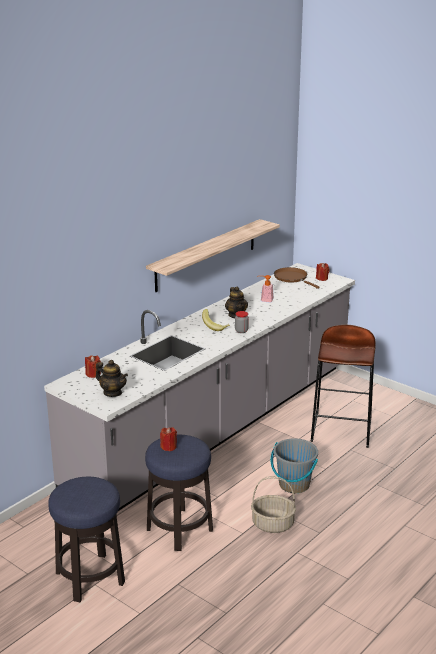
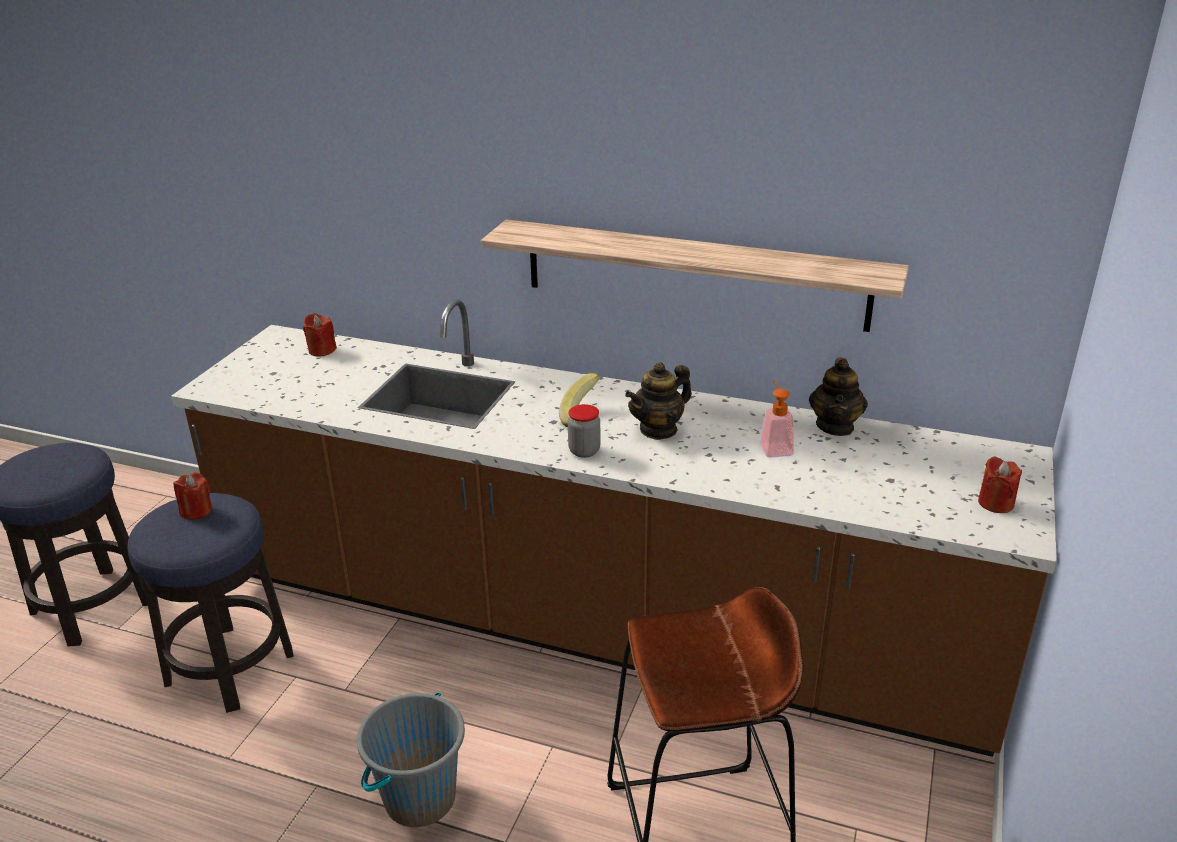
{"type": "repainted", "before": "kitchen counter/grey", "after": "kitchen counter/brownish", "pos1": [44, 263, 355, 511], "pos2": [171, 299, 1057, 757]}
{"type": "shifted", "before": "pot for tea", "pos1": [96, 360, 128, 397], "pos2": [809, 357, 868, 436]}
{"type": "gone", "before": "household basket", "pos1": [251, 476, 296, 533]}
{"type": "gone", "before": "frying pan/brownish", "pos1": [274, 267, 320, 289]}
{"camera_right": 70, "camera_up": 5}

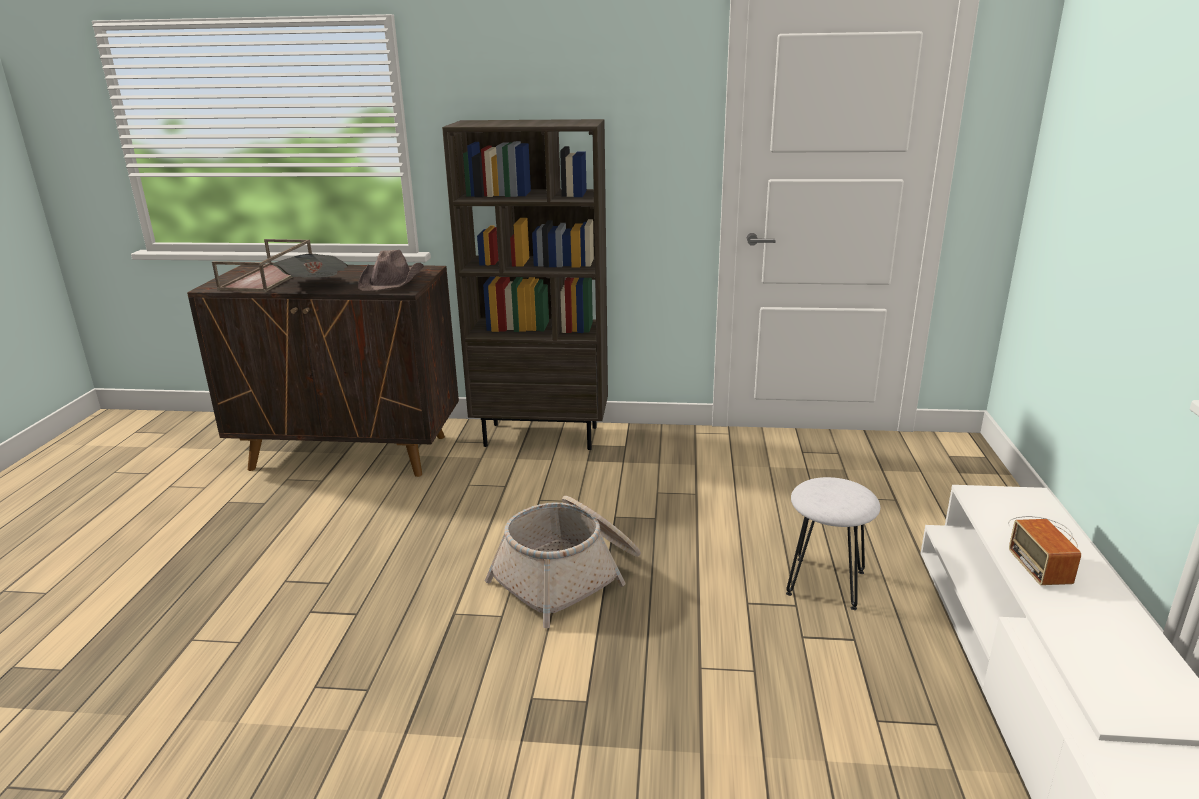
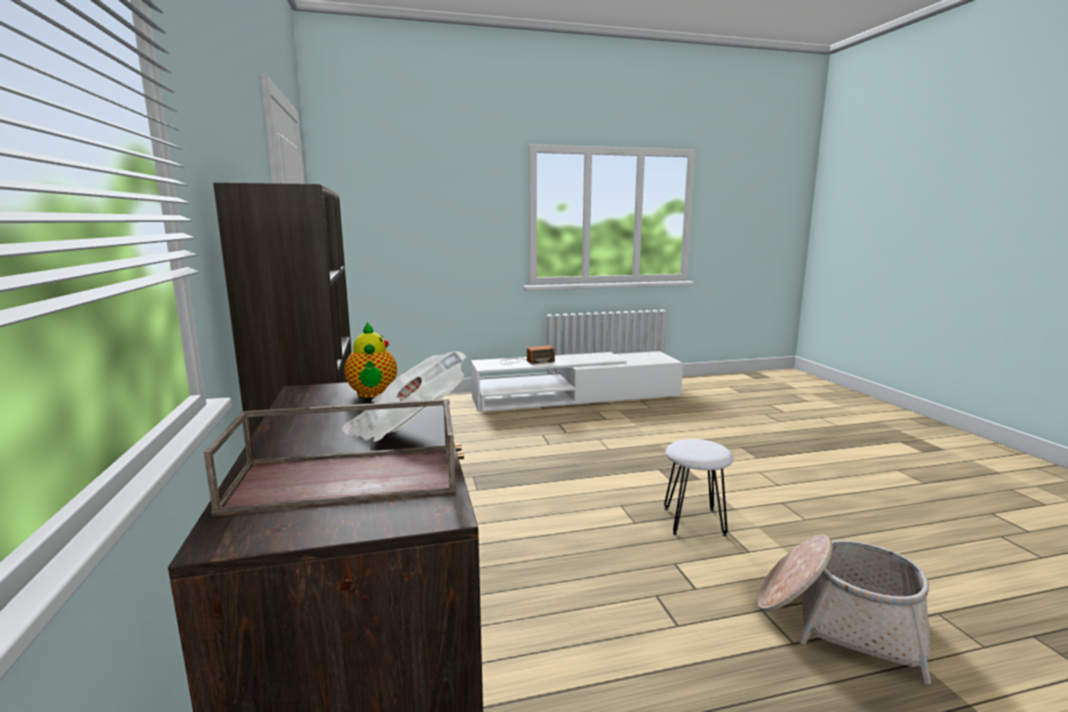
{"type": "swapped", "before": "clothing hat/brownish", "after": "pot for tea", "pos1": [358, 250, 424, 291], "pos2": [344, 322, 397, 398]}
{"type": "shifted", "before": "stool seat/white", "pos1": [786, 477, 880, 610], "pos2": [664, 439, 734, 536]}
{"type": "shifted", "before": "household basket", "pos1": [485, 496, 641, 628], "pos2": [757, 535, 931, 684]}
{"camera_right": -110, "camera_up": -10}

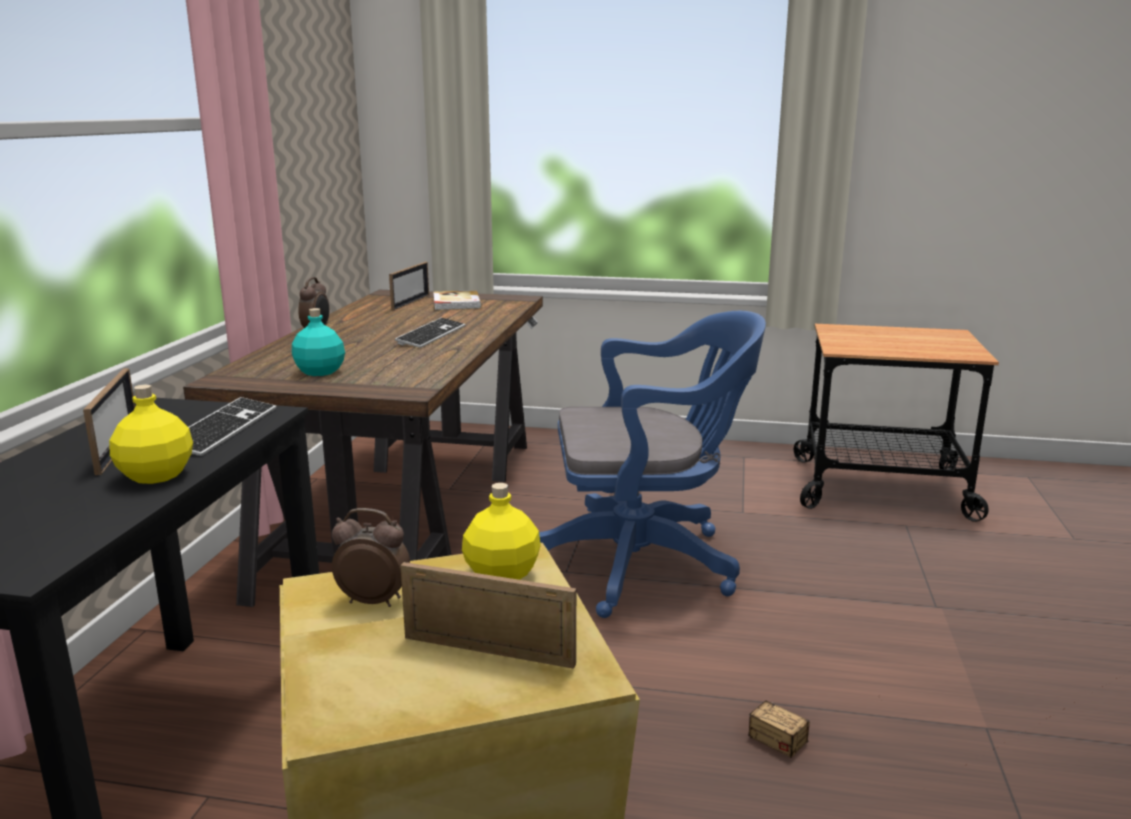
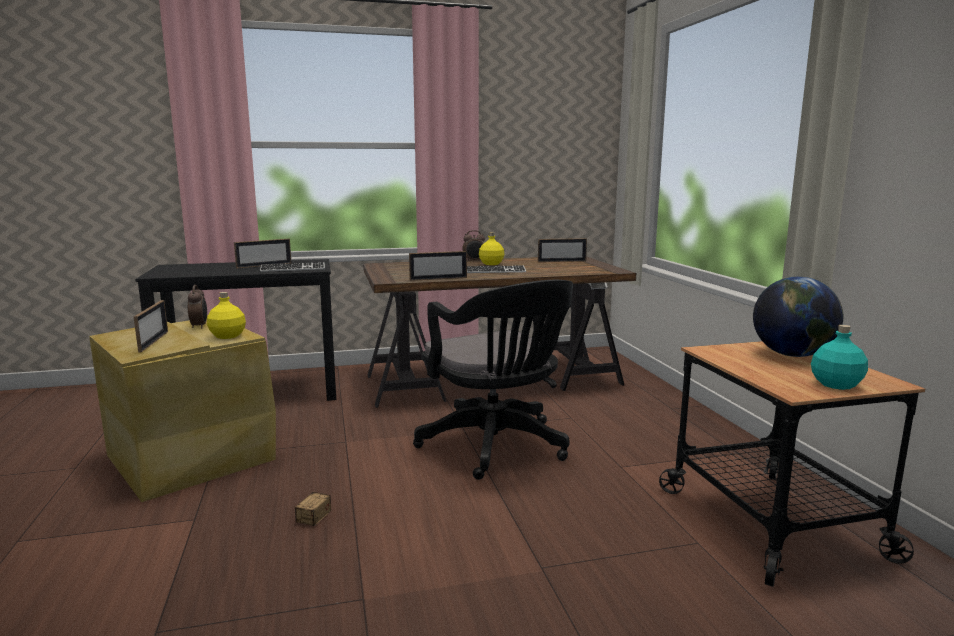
{"type": "new", "after": "photo frame", "pos2": [409, 251, 467, 281]}
{"type": "repainted", "before": "computer chair/blue-coloured", "after": "computer chair/black-coloured", "pos1": [539, 311, 766, 618], "pos2": [413, 280, 573, 480]}
{"type": "shifted", "before": "drink bottle/yellowish", "pos1": [109, 385, 193, 484], "pos2": [479, 232, 504, 265]}
{"type": "new", "after": "desk globe", "pos2": [753, 277, 843, 357]}
{"type": "shifted", "before": "drink bottle/turquoise", "pos1": [292, 308, 345, 376], "pos2": [811, 325, 868, 390]}
{"type": "gone", "before": "bound book", "pos1": [433, 290, 482, 310]}
{"camera_right": 65, "camera_up": -5}

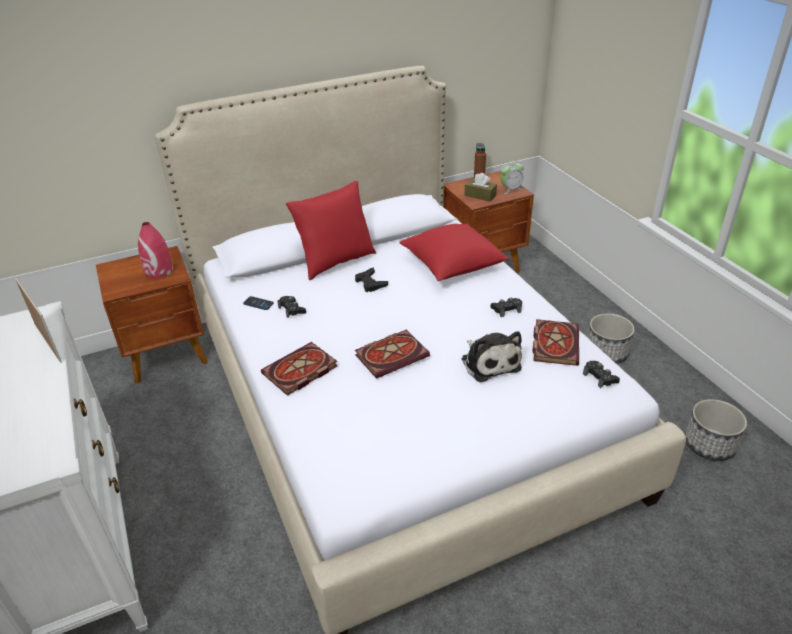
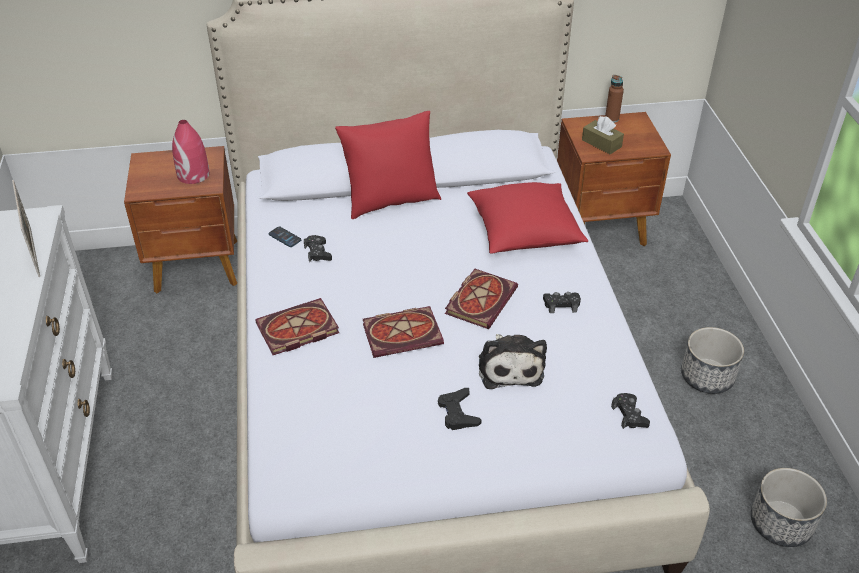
{"type": "shifted", "before": "game controller/black-coloured", "pos1": [355, 267, 388, 292], "pos2": [438, 388, 481, 430]}
{"type": "shifted", "before": "bound book", "pos1": [533, 319, 579, 366], "pos2": [445, 269, 518, 329]}
{"type": "gone", "before": "bedside clock", "pos1": [500, 160, 524, 194]}
{"camera_right": 15, "camera_up": 5}

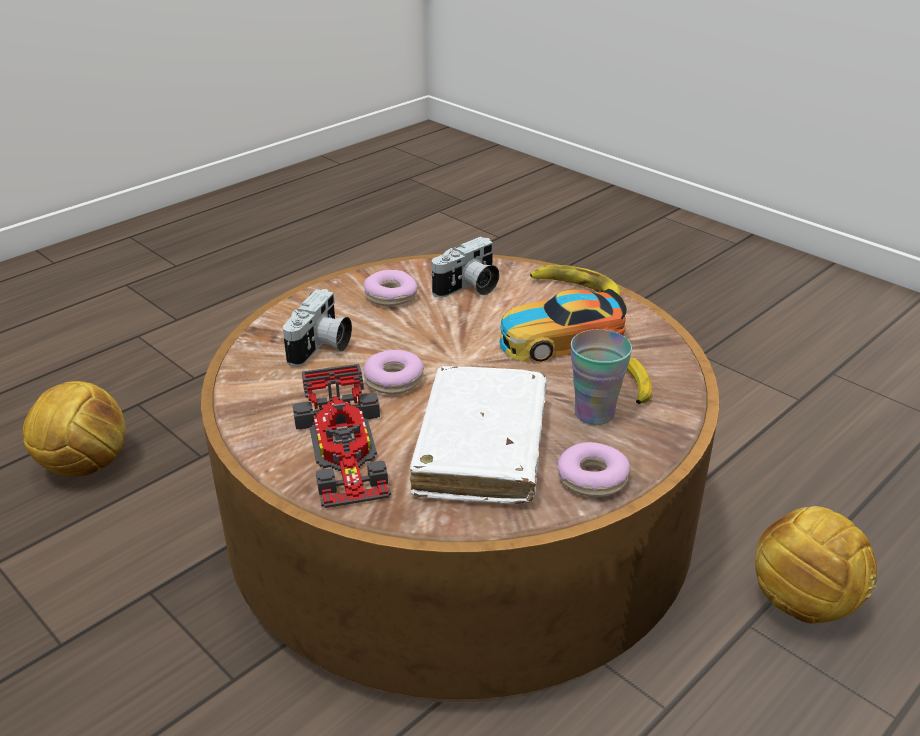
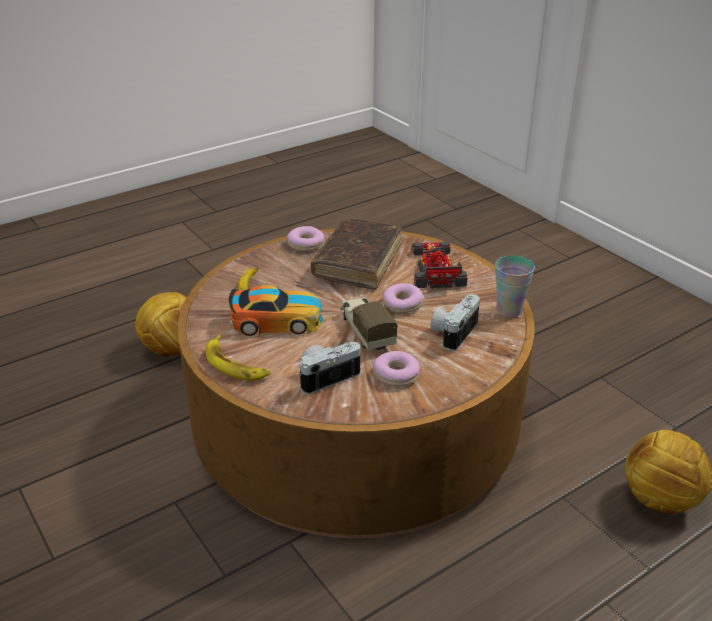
{"type": "repainted", "before": "bound book/white", "after": "bound book/brownish", "pos1": [410, 366, 547, 504], "pos2": [311, 219, 402, 289]}
{"type": "new", "after": "model truck", "pos2": [340, 296, 397, 352]}
{"type": "shifted", "before": "small cup", "pos1": [571, 329, 632, 425], "pos2": [495, 255, 535, 317]}
{"camera_right": -170, "camera_up": 0}

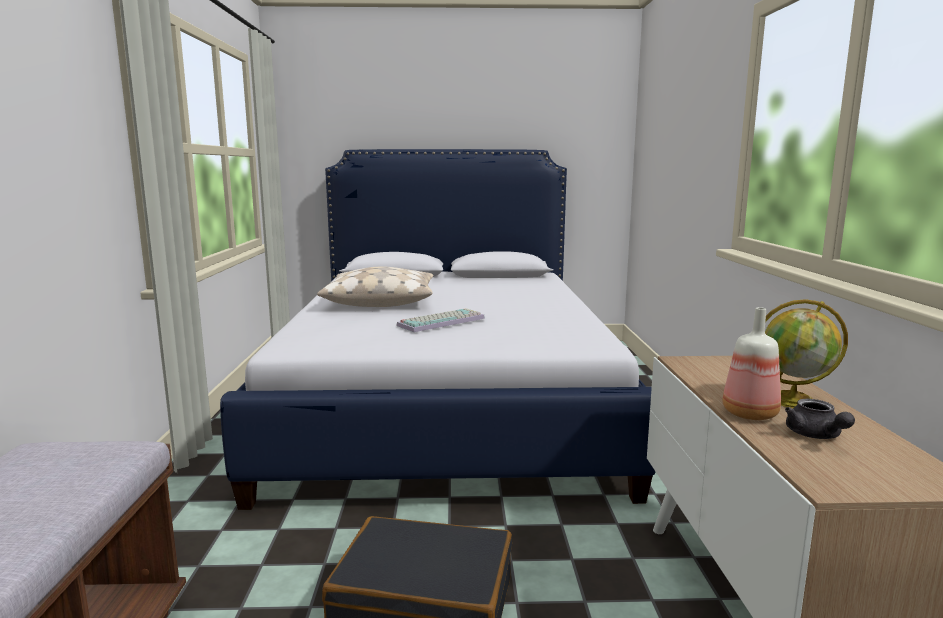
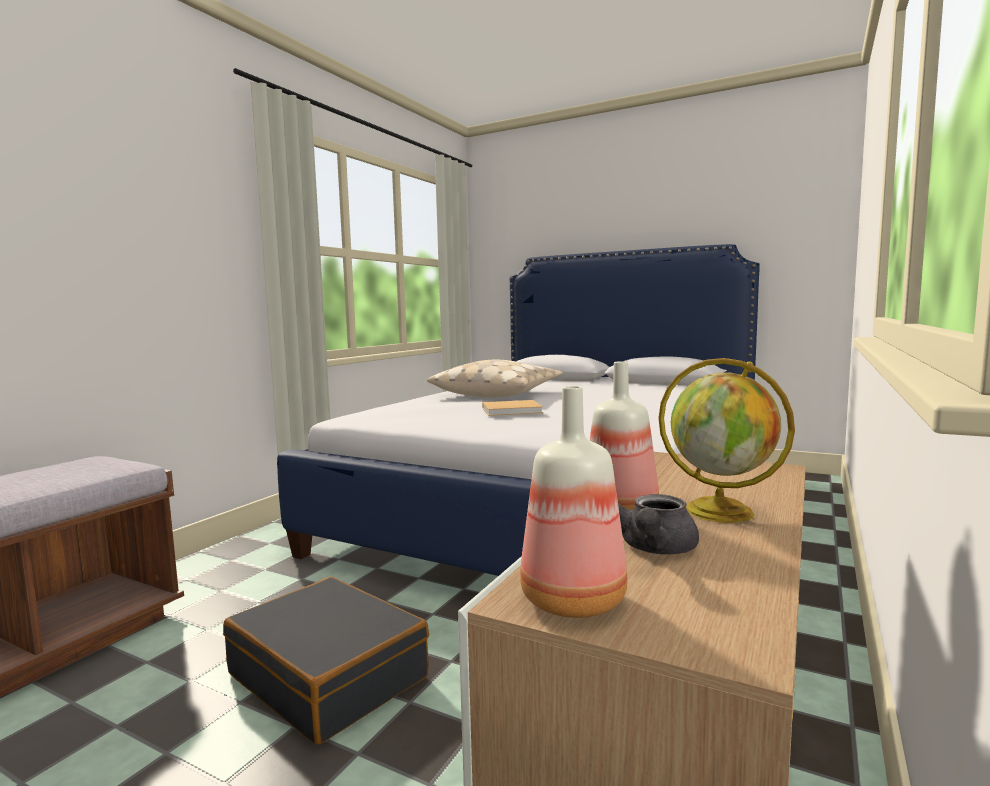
{"type": "swapped", "before": "PC keyboard", "after": "bound book/beige", "pos1": [396, 308, 485, 332], "pos2": [482, 400, 543, 416]}
{"type": "new", "after": "drink bottle", "pos2": [520, 386, 628, 618]}
{"camera_right": 30, "camera_up": -5}

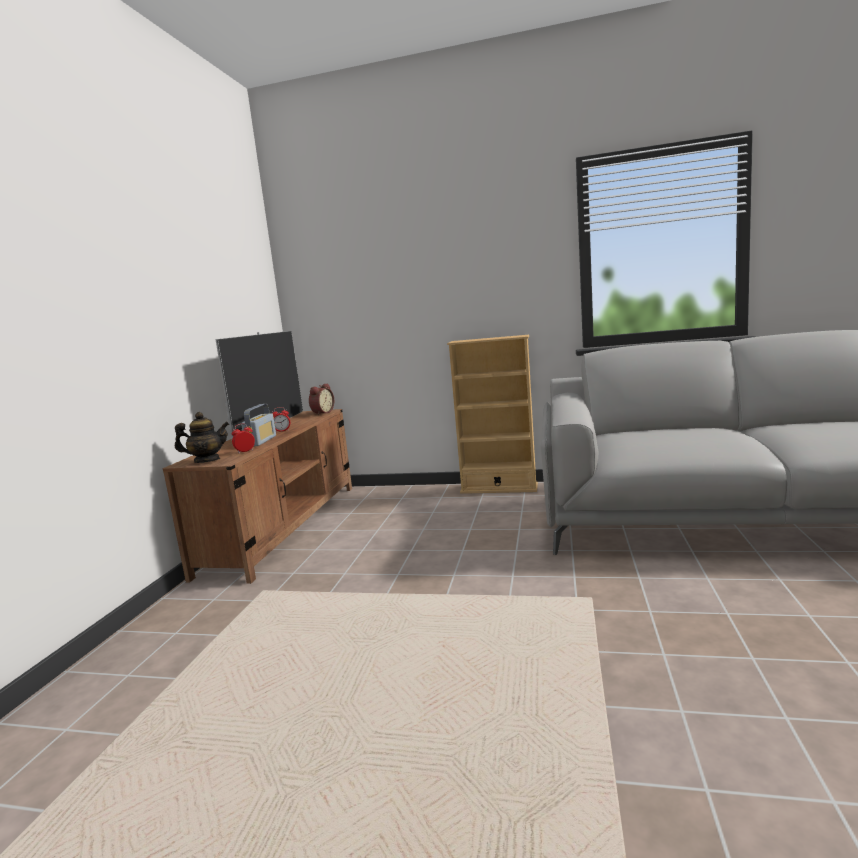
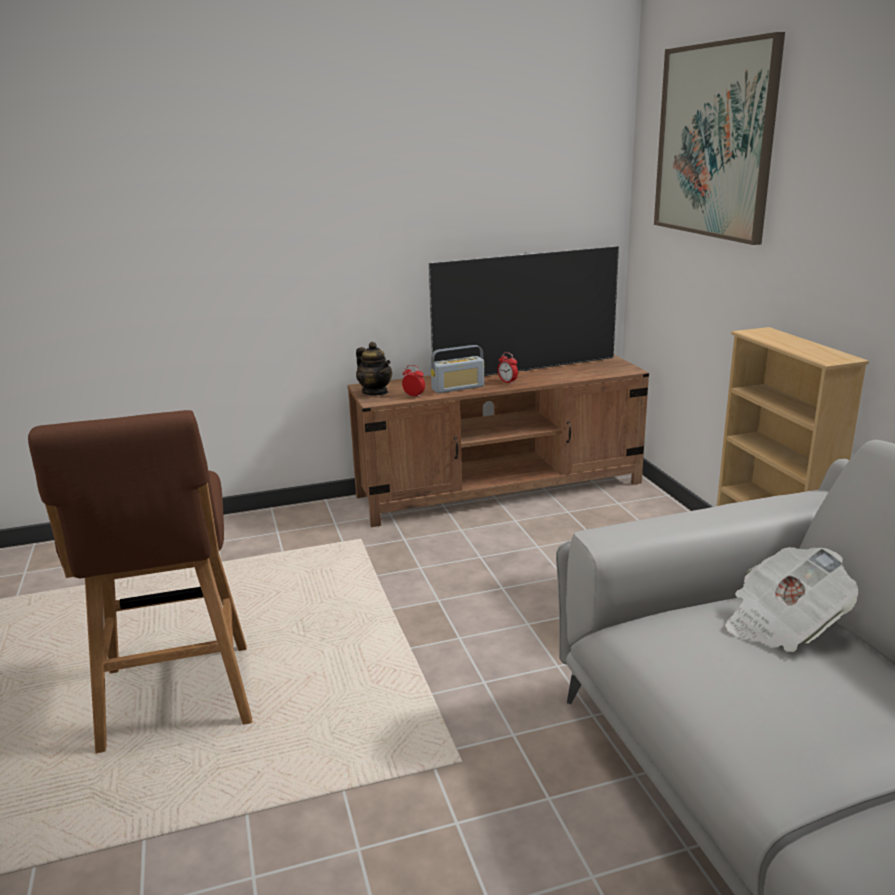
{"type": "new", "after": "stool seat/brownish", "pos2": [28, 410, 252, 753]}
{"type": "new", "after": "wall picture", "pos2": [654, 32, 785, 245]}
{"type": "new", "after": "daily paper", "pos2": [725, 547, 858, 652]}
{"type": "gone", "before": "bedside clock", "pos1": [309, 383, 334, 415]}
{"camera_right": 60, "camera_up": 10}

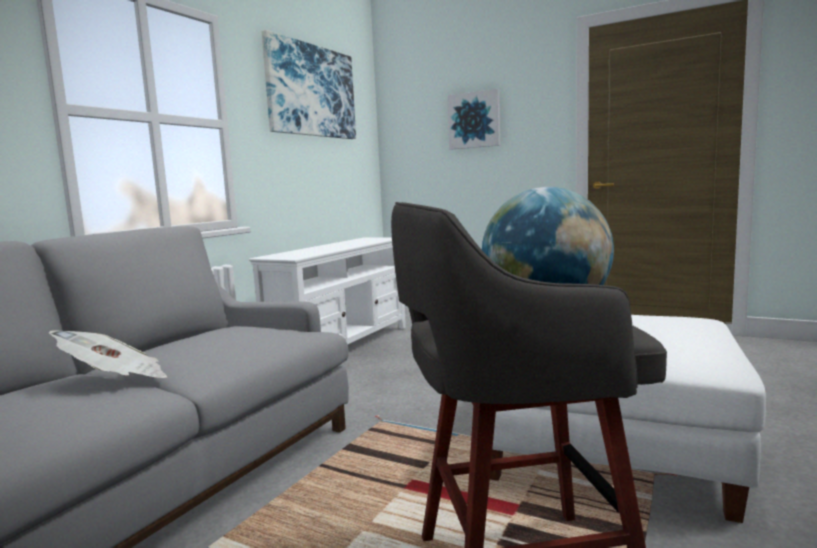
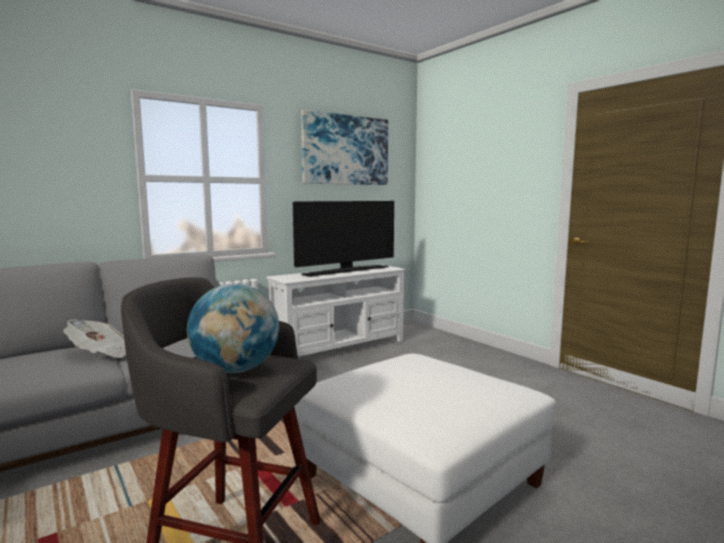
{"type": "new", "after": "TV set", "pos2": [293, 201, 394, 276]}
{"type": "gone", "before": "wall picture", "pos1": [447, 89, 500, 150]}
{"camera_right": 25, "camera_up": 0}

